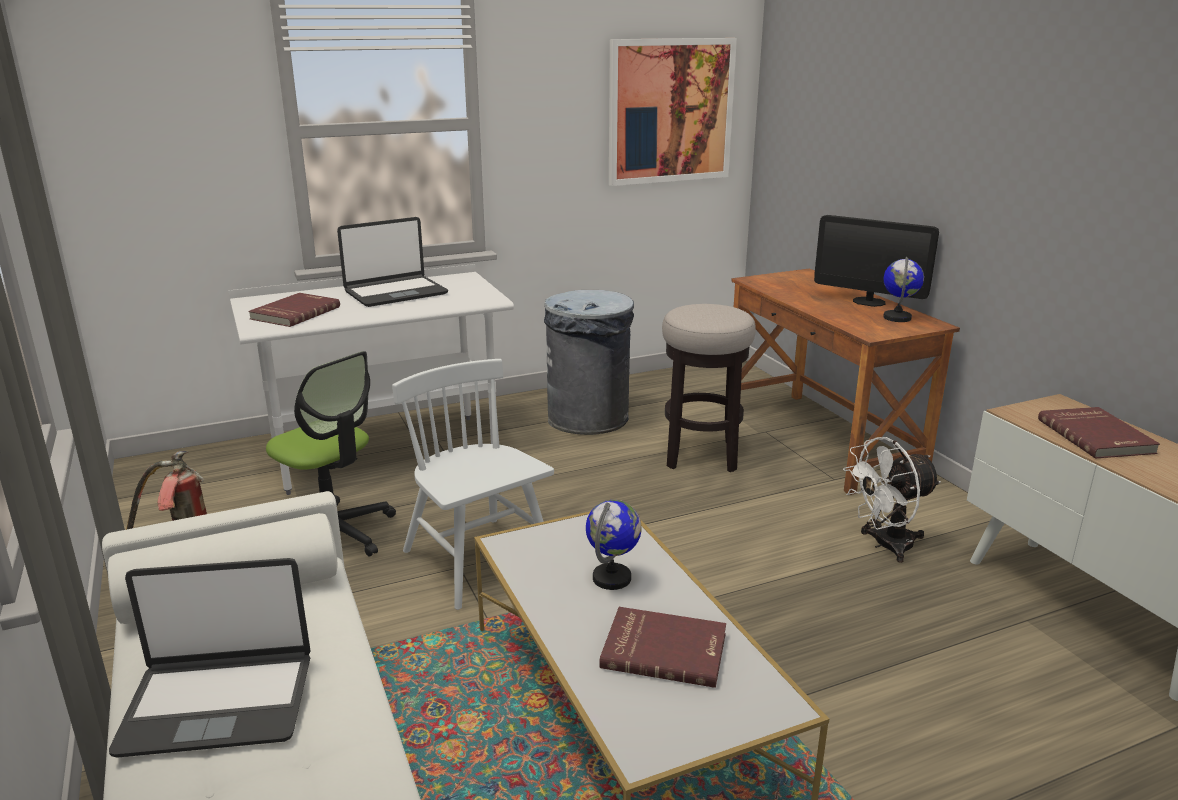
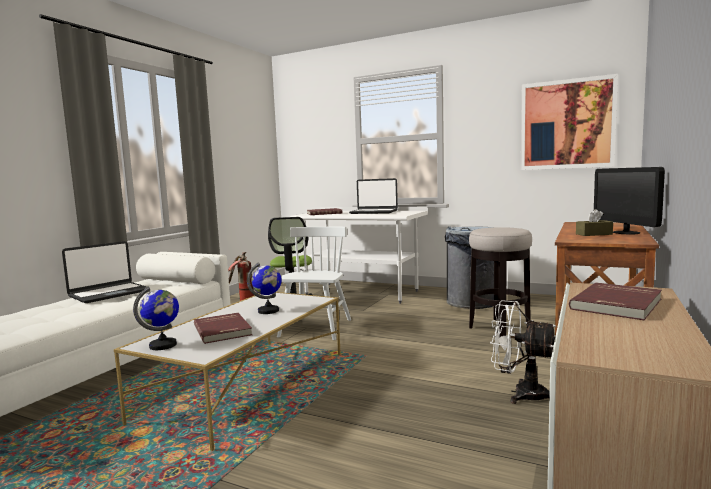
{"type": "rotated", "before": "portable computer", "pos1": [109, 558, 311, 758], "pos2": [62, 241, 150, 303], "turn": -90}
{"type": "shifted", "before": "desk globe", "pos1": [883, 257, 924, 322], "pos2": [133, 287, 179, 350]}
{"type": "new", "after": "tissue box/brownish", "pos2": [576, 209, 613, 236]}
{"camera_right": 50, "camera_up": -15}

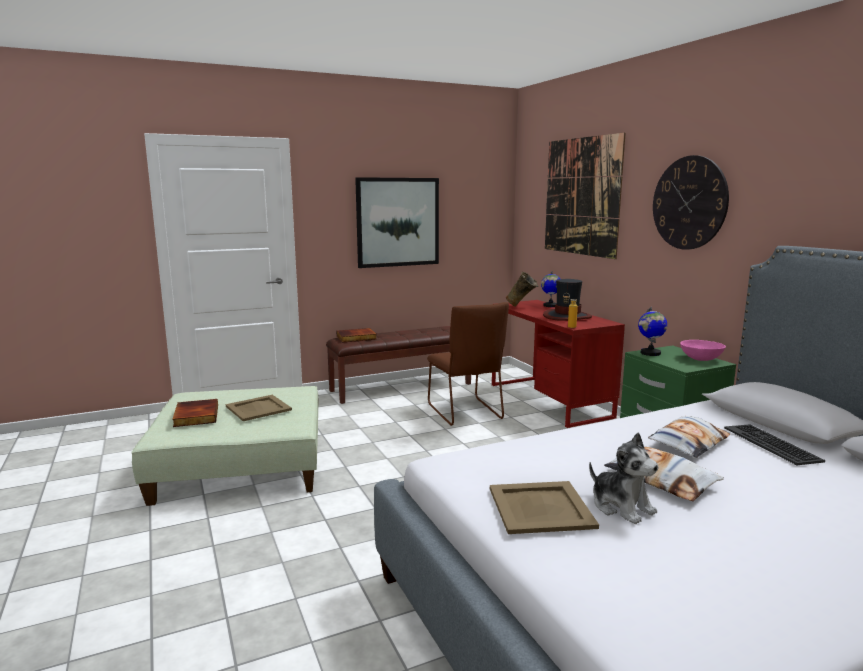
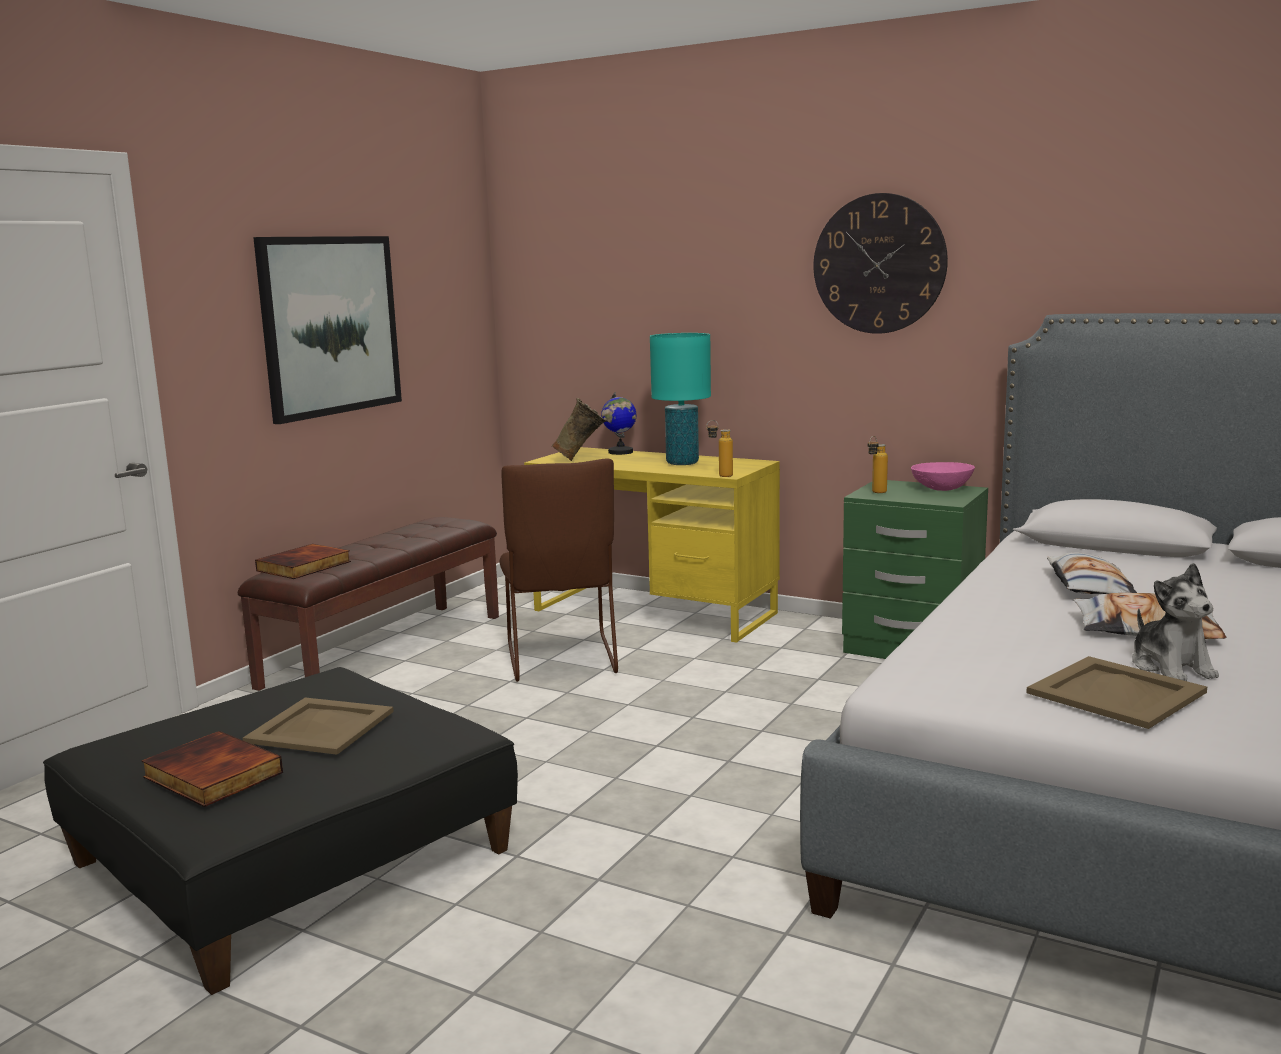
{"type": "repainted", "before": "pouffe/green", "after": "pouffe/black-coloured", "pos1": [131, 386, 318, 506], "pos2": [43, 667, 518, 995]}
{"type": "rotated", "before": "plain chair/brownish", "pos1": [427, 302, 509, 426], "pos2": [500, 459, 618, 682], "turn": 45}
{"type": "repainted", "before": "desk/red", "after": "desk/yellowish", "pos1": [492, 300, 625, 428], "pos2": [524, 447, 780, 643]}
{"type": "swapped", "before": "clothing hat", "after": "table lamp/turquoise", "pos1": [543, 279, 592, 321], "pos2": [650, 333, 711, 465]}
{"type": "swapped", "before": "desk globe", "after": "drink bottle", "pos1": [638, 307, 667, 356], "pos2": [868, 436, 888, 493]}
{"type": "rotated", "before": "cuddly toy", "pos1": [589, 433, 659, 524], "pos2": [1132, 563, 1219, 681], "turn": 60}
{"type": "gone", "before": "wall picture", "pos1": [545, 133, 626, 259]}
{"type": "gone", "before": "PC keyboard", "pos1": [724, 424, 825, 465]}
{"camera_right": -35, "camera_up": 0}

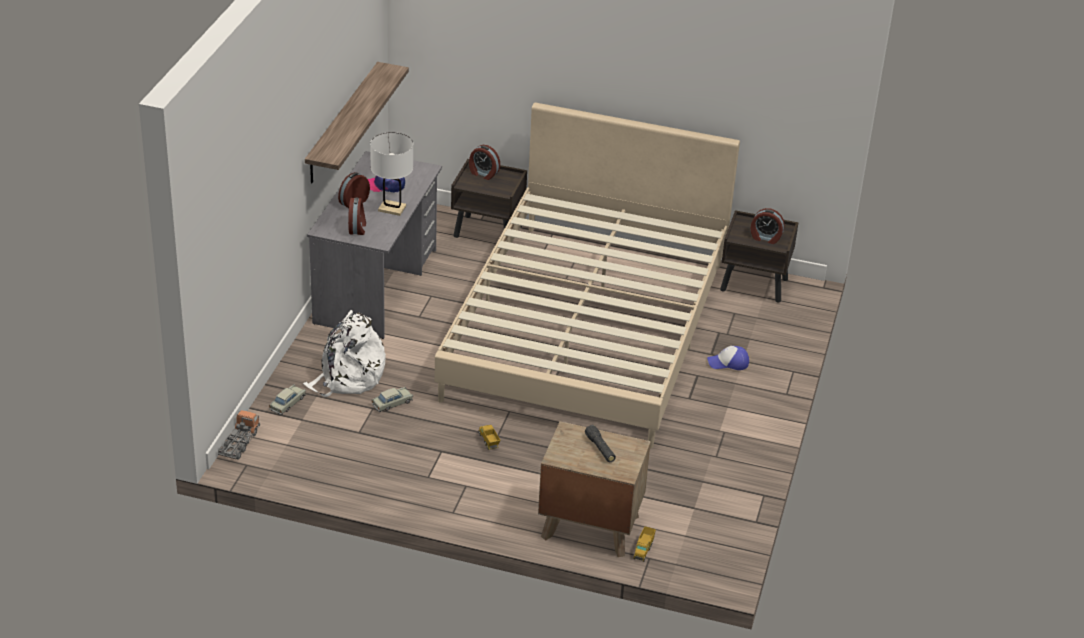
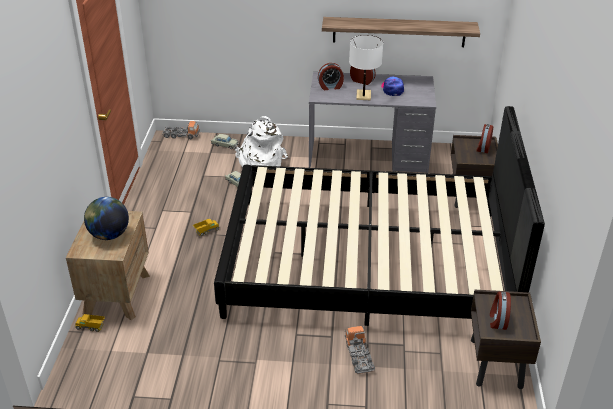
{"type": "swapped", "before": "hand torch/black-coloured", "after": "desk globe", "pos1": [585, 425, 616, 462], "pos2": [84, 197, 129, 240]}
{"type": "repainted", "before": "sleeping bed/beige", "after": "sleeping bed/black-coloured", "pos1": [435, 102, 740, 449], "pos2": [214, 106, 545, 326]}
{"type": "swapped", "before": "baseball cap", "after": "model truck", "pos1": [707, 346, 749, 370], "pos2": [345, 326, 375, 374]}
{"camera_right": 80, "camera_up": 0}

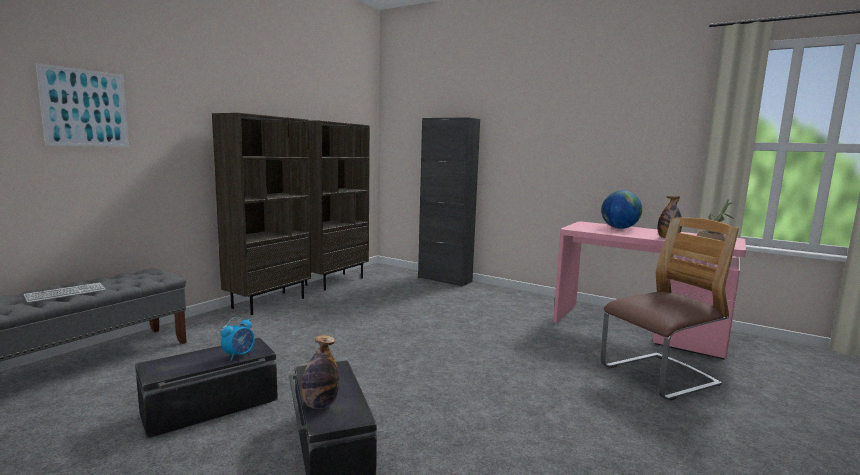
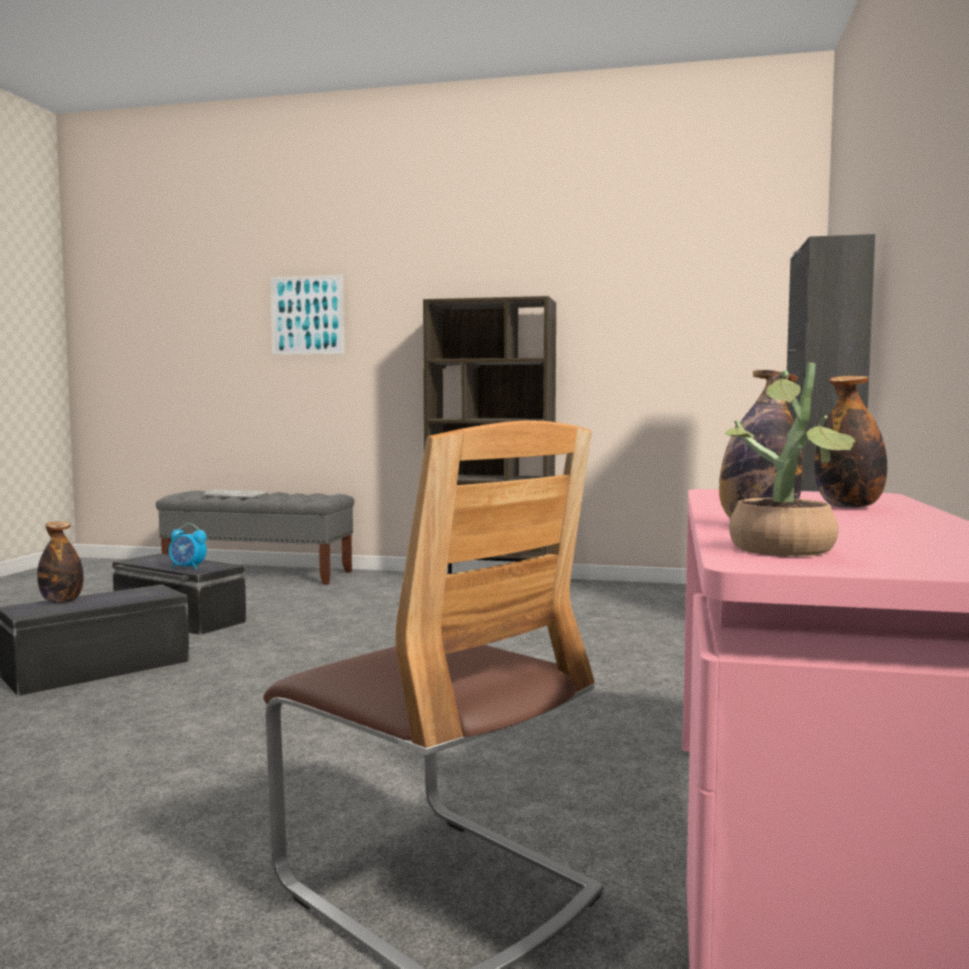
{"type": "swapped", "before": "desk globe", "after": "drink bottle", "pos1": [601, 190, 642, 229], "pos2": [815, 376, 887, 508]}
{"type": "gone", "before": "bookcase/brownish", "pos1": [305, 120, 370, 291]}
{"camera_right": 70, "camera_up": -5}

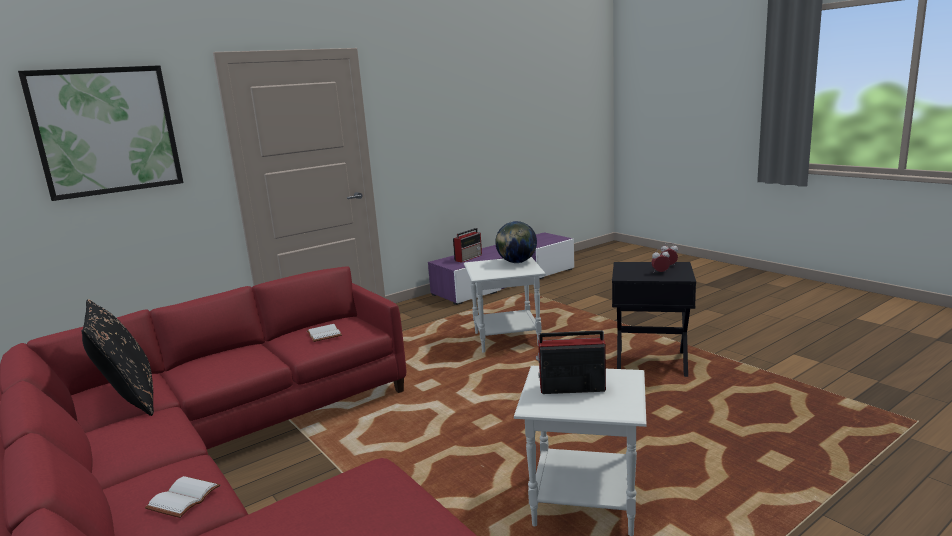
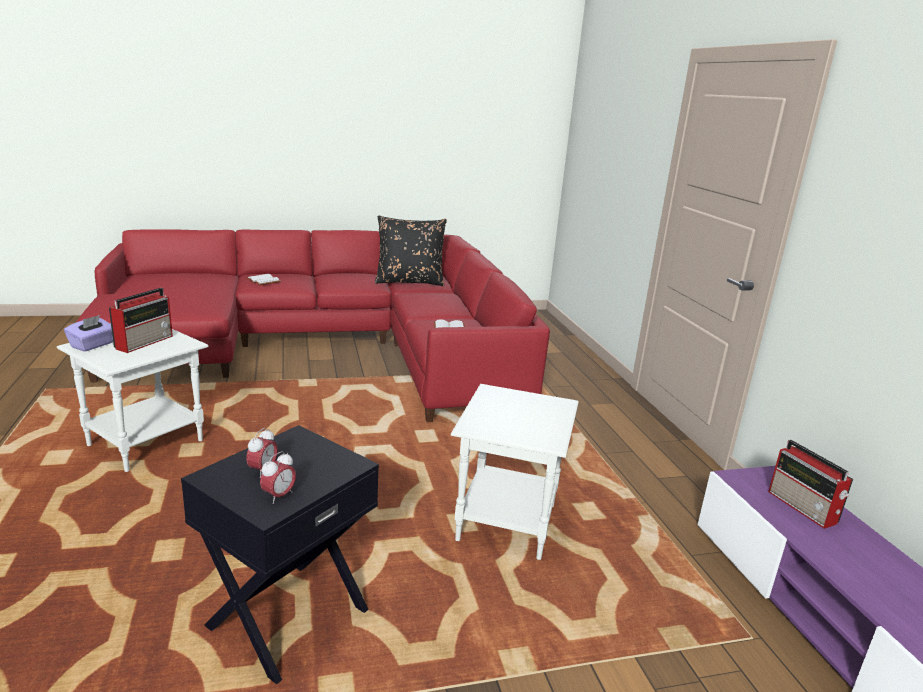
{"type": "new", "after": "tissue box/purplish", "pos2": [64, 315, 113, 352]}
{"type": "gone", "before": "wall picture", "pos1": [18, 65, 183, 201]}
{"type": "gone", "before": "desk globe", "pos1": [495, 221, 537, 263]}
{"camera_right": 110, "camera_up": 5}

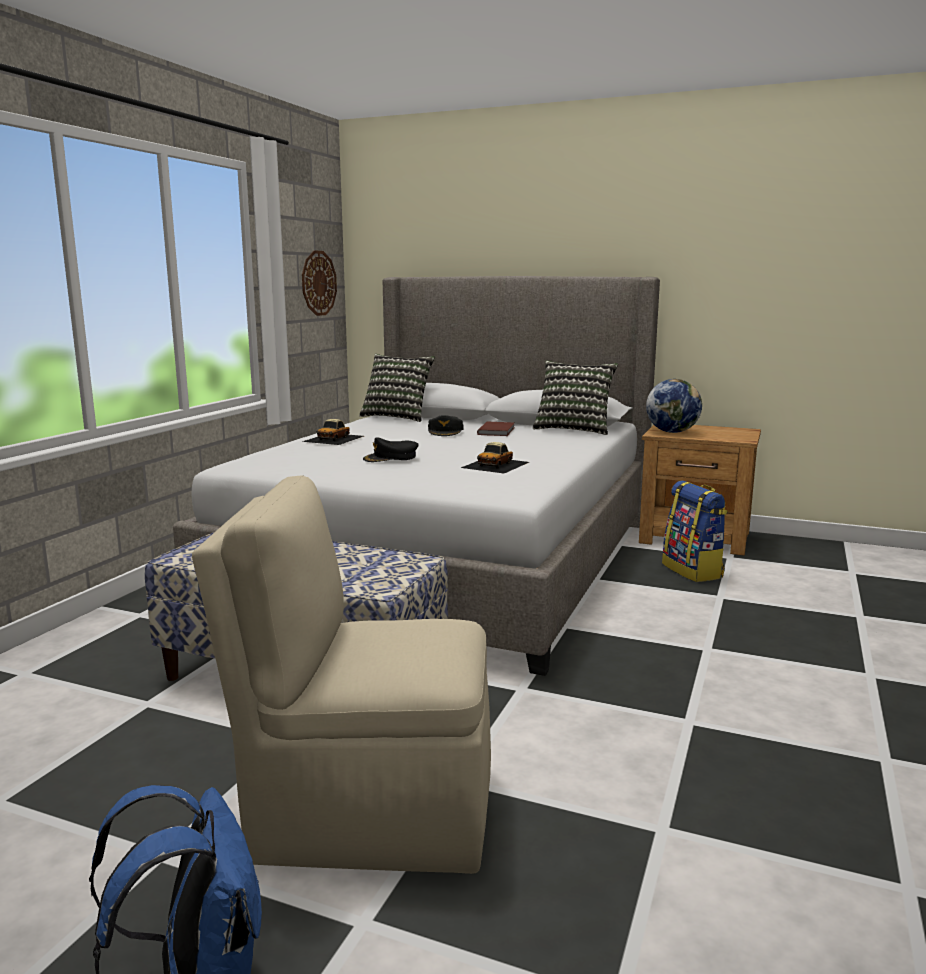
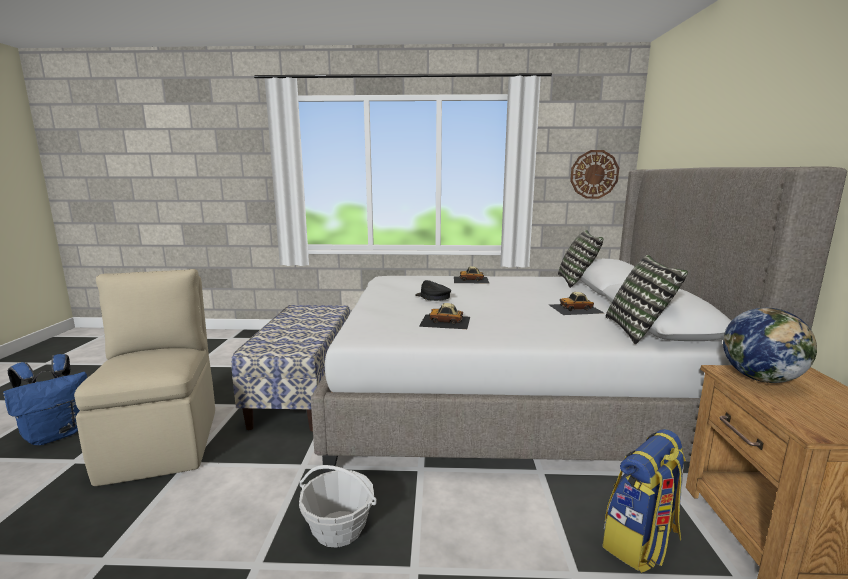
{"type": "new", "after": "household basket", "pos2": [299, 465, 377, 548]}
{"type": "swapped", "before": "bound book/brownish", "after": "model car", "pos1": [477, 422, 514, 436], "pos2": [549, 292, 604, 315]}
{"type": "gone", "before": "baseball cap/black-coloured", "pos1": [428, 415, 463, 436]}
{"camera_right": 70, "camera_up": 0}

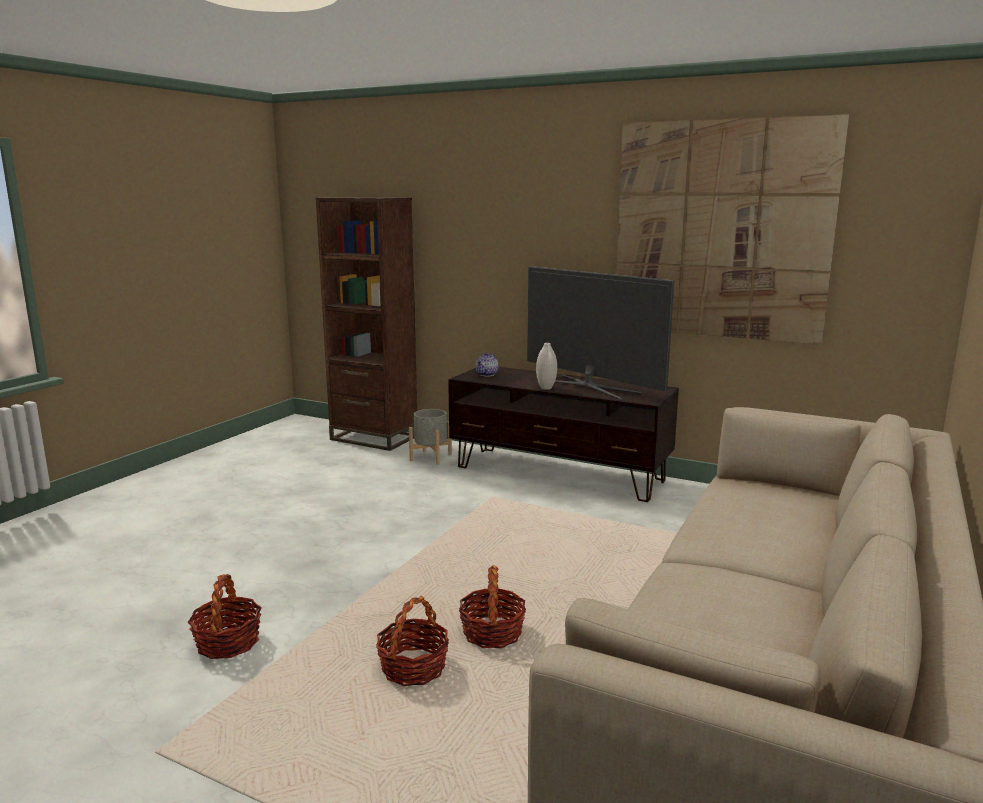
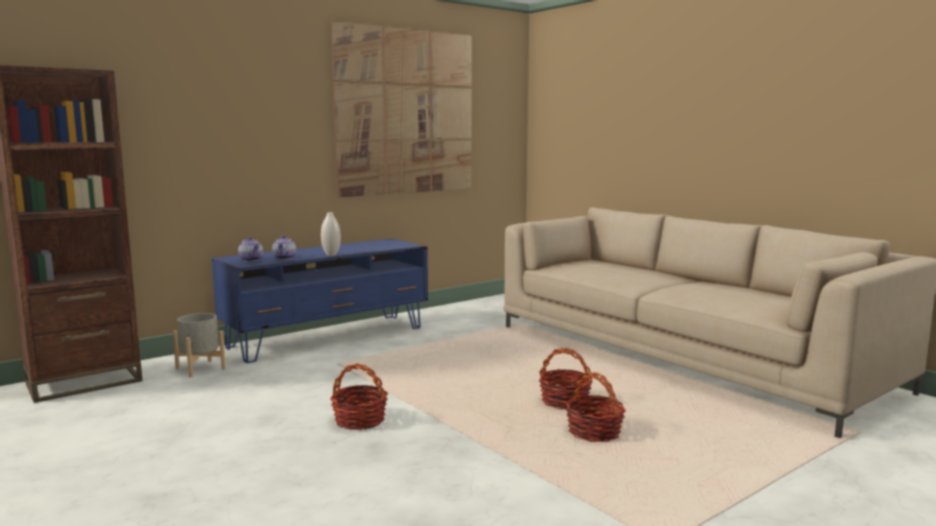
{"type": "repainted", "before": "tv unit/brownish", "after": "tv unit/blue-coloured", "pos1": [448, 367, 679, 502], "pos2": [212, 239, 428, 363]}
{"type": "new", "after": "pot for tea", "pos2": [272, 235, 296, 260]}
{"type": "shifted", "before": "household basket", "pos1": [188, 574, 262, 659], "pos2": [330, 363, 388, 430]}
{"type": "gone", "before": "TV set", "pos1": [527, 266, 674, 399]}
{"camera_right": -65, "camera_up": -5}

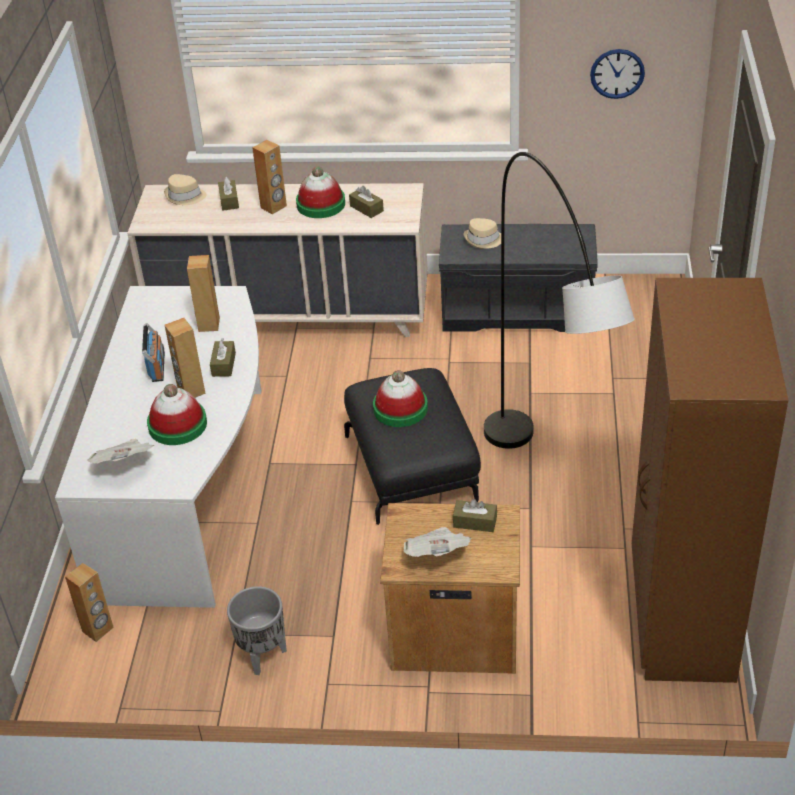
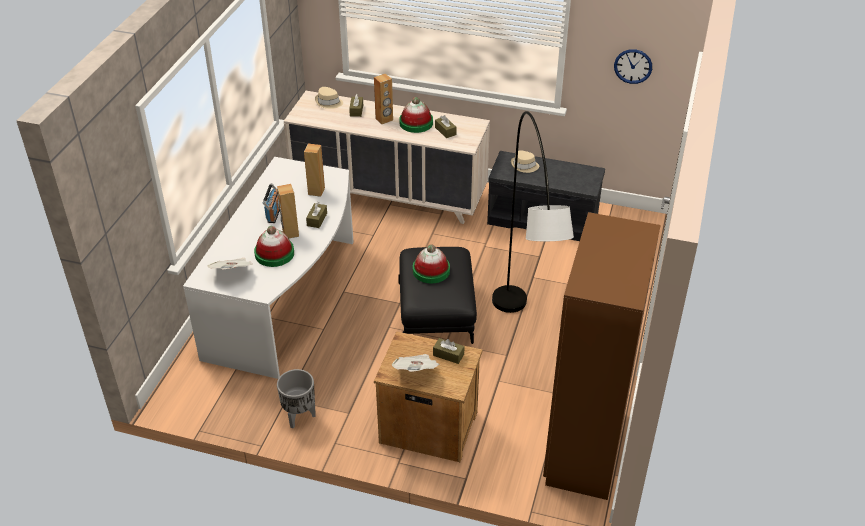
{"type": "gone", "before": "speaker/brownish", "pos1": [65, 563, 114, 642]}
{"camera_right": 10, "camera_up": 0}

